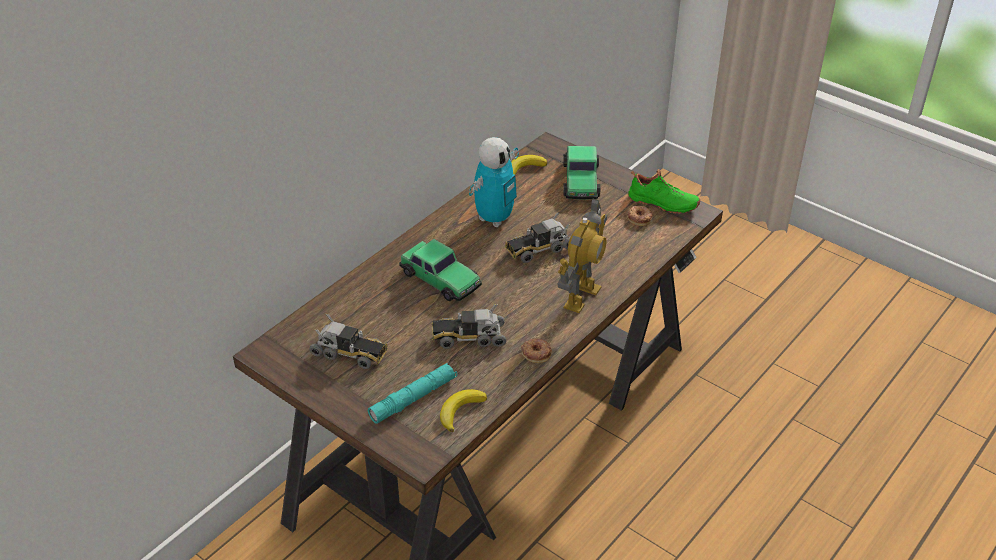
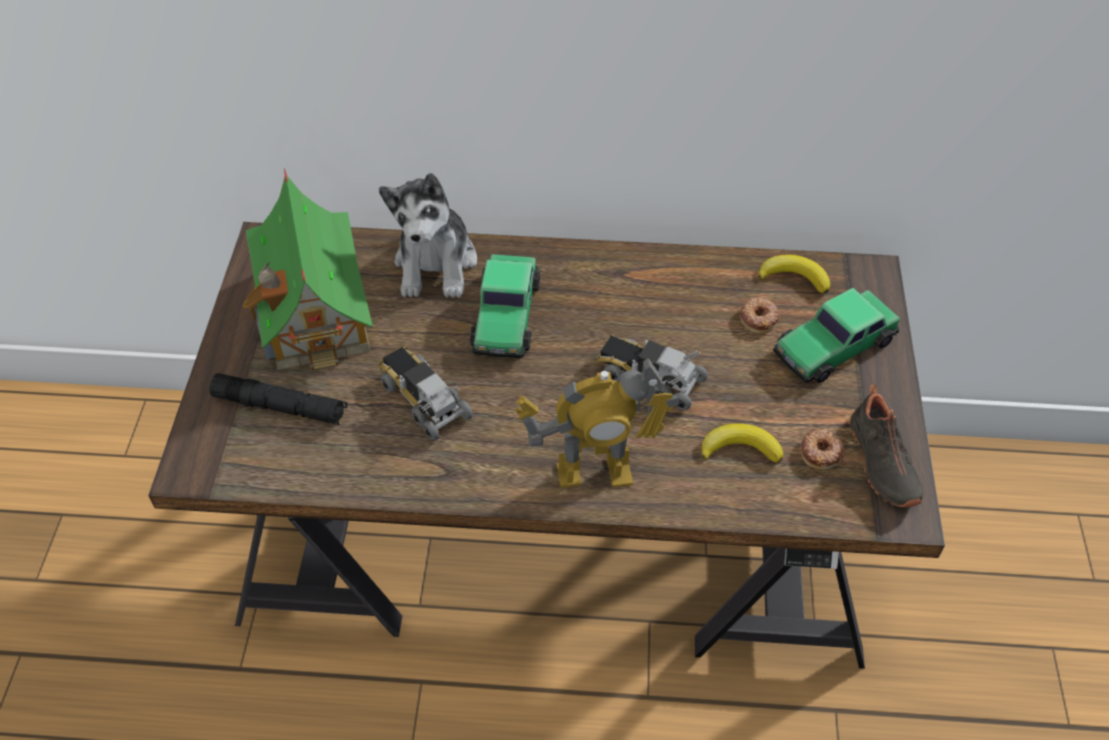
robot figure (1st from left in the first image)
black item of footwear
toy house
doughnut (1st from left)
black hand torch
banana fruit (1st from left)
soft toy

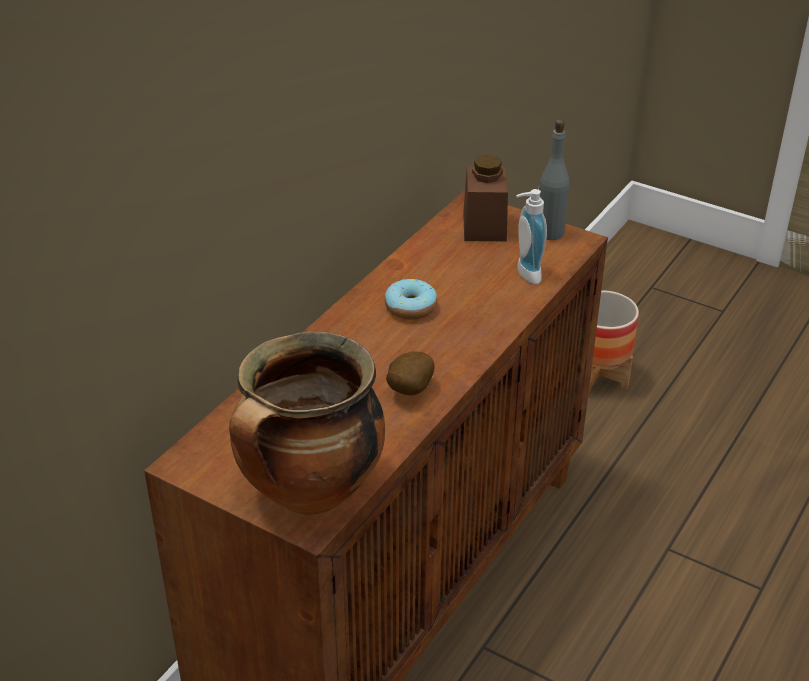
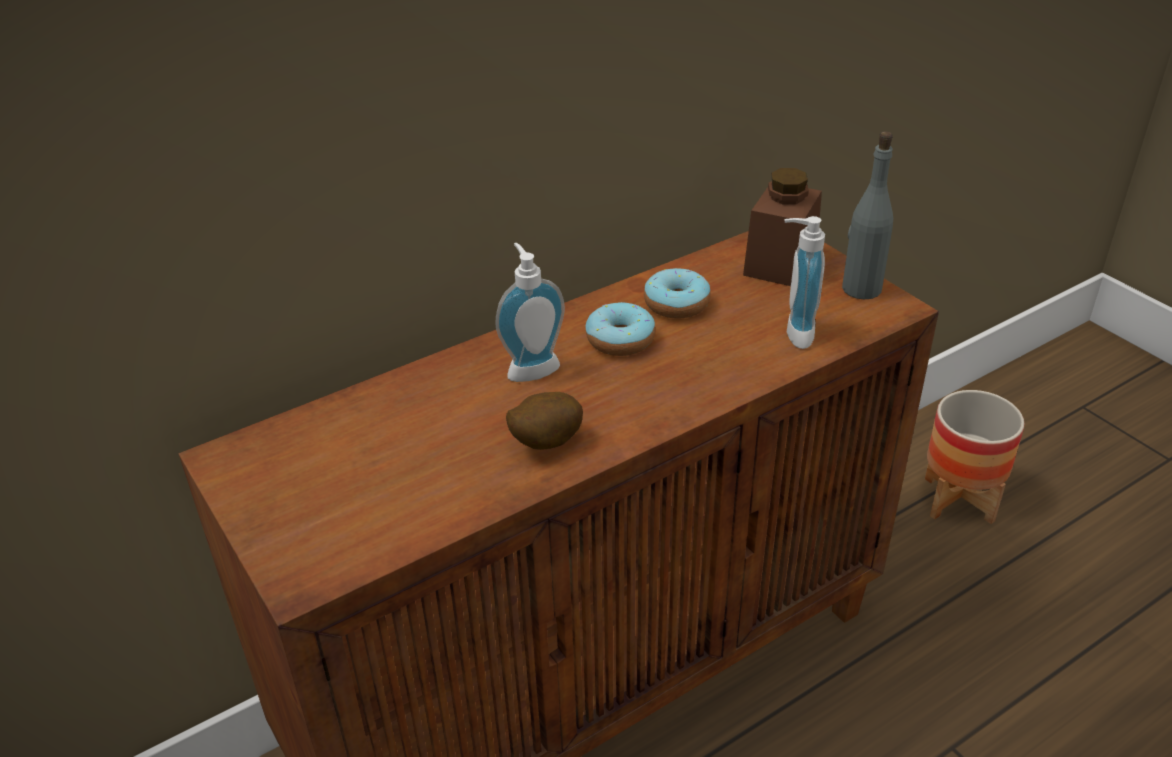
cooking pot
liquid soap bottle (1st from left)
doughnut (2nd from left)

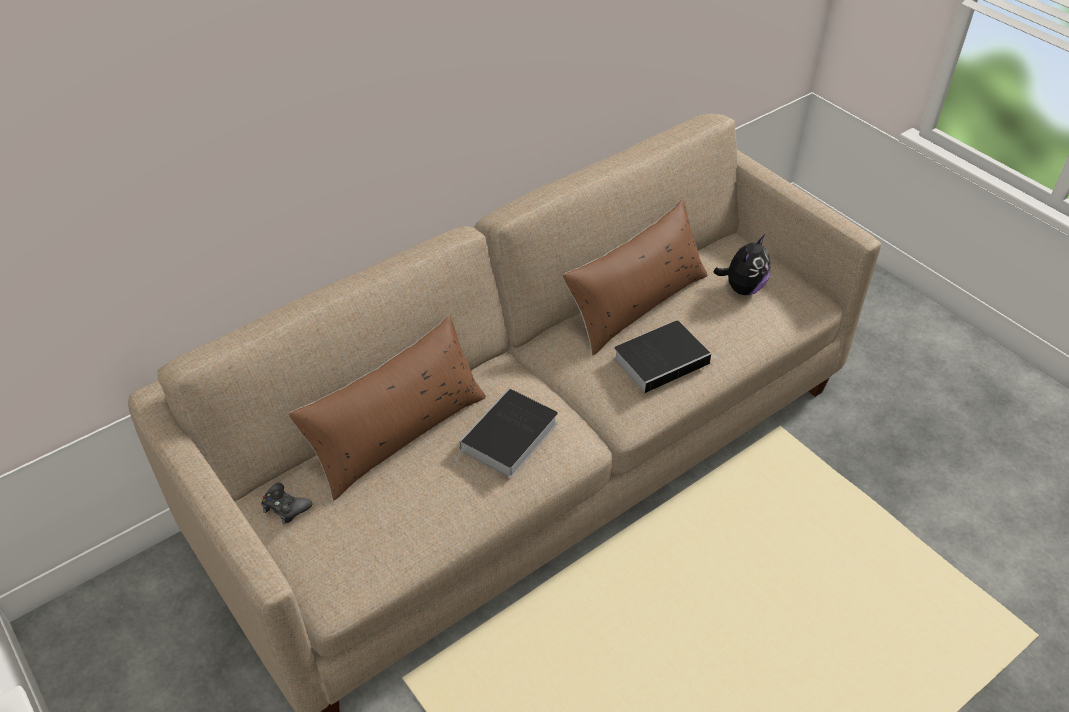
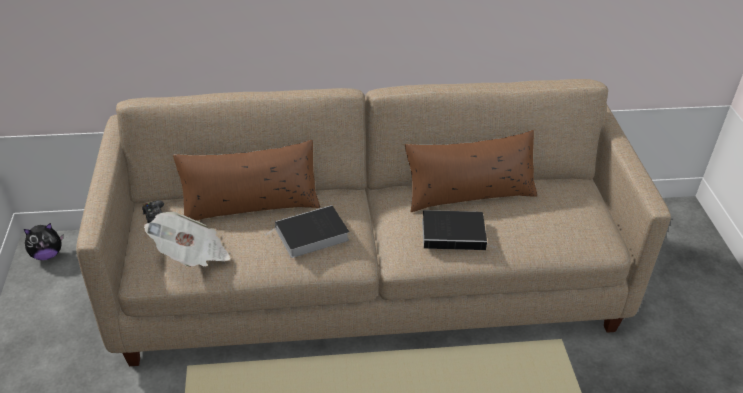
soft toy
daily paper

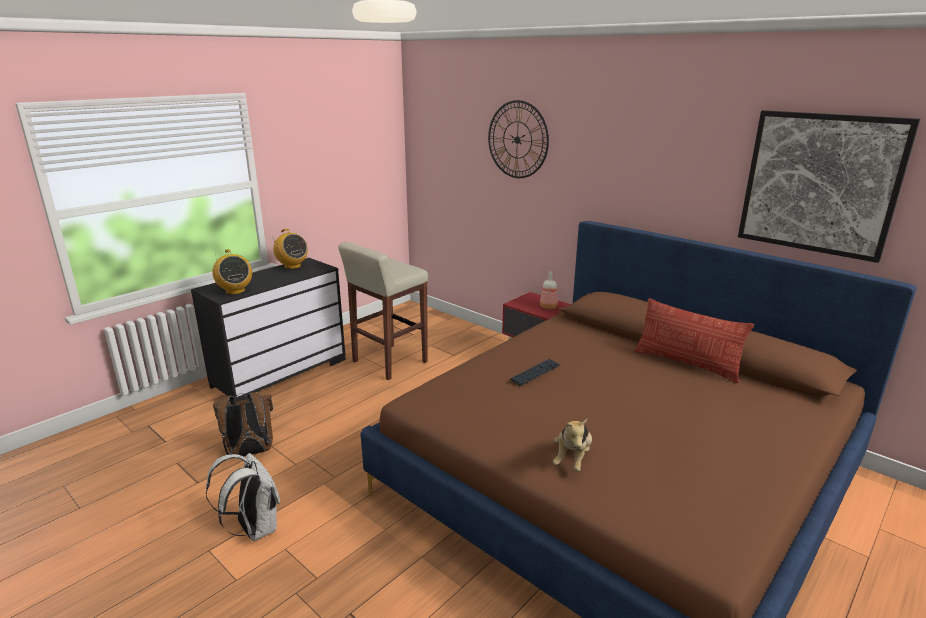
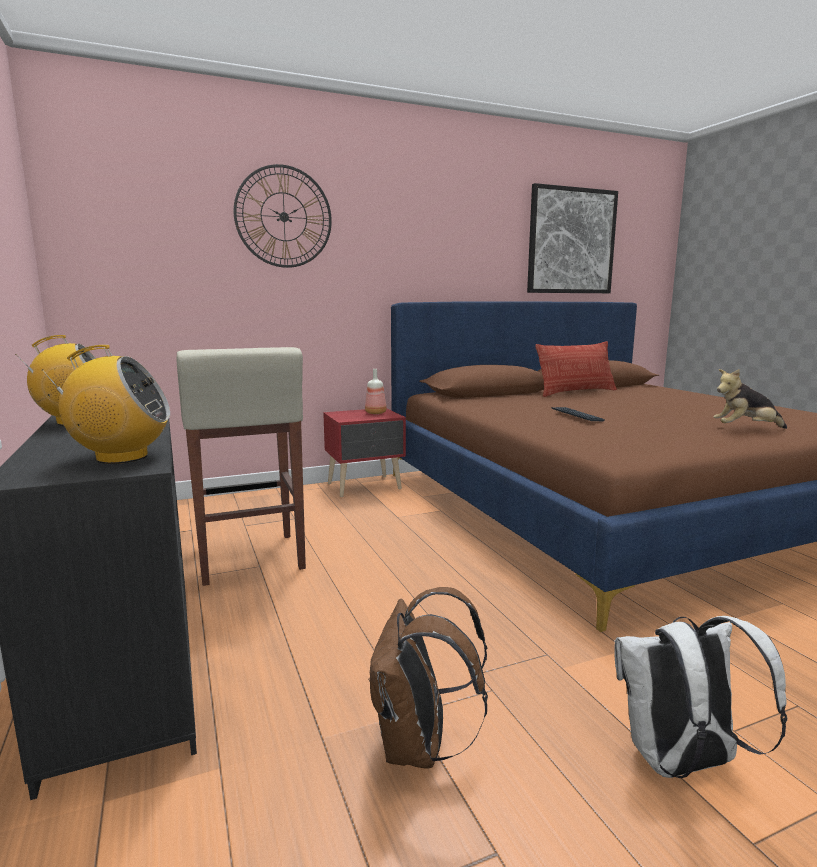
soft toy

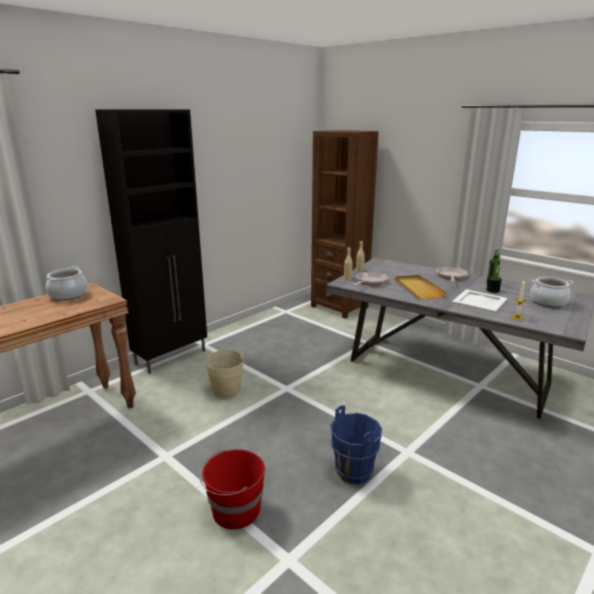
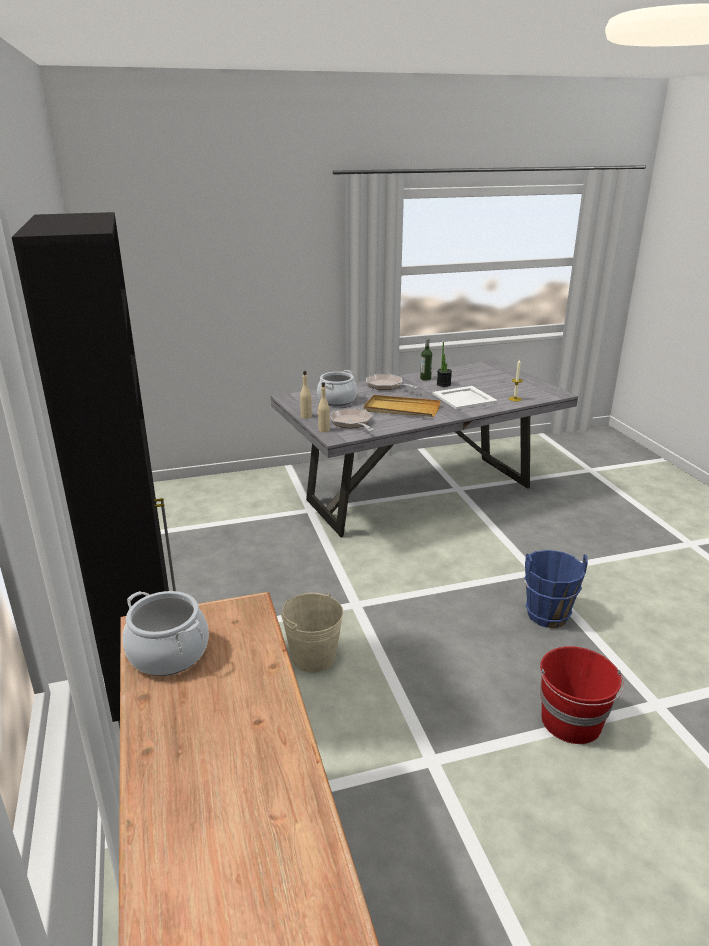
brown shelving unit
cooking pot (2nd from left)

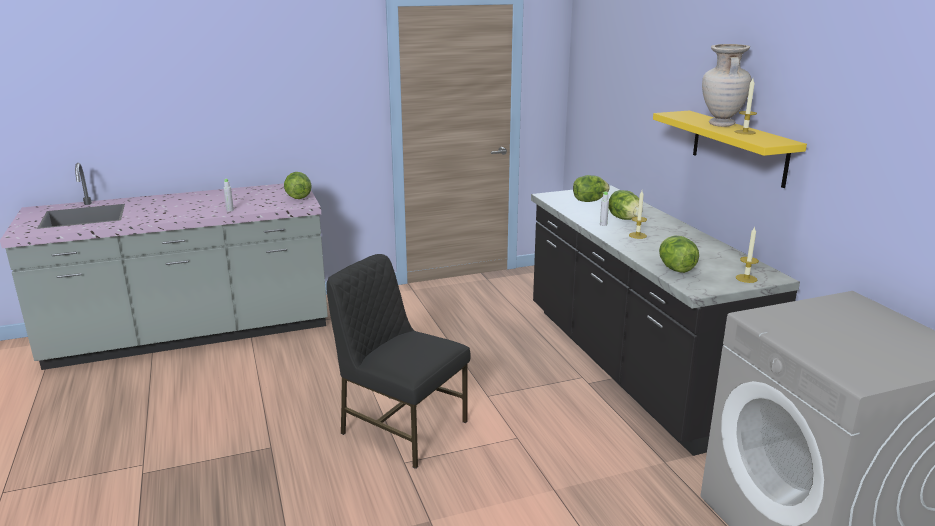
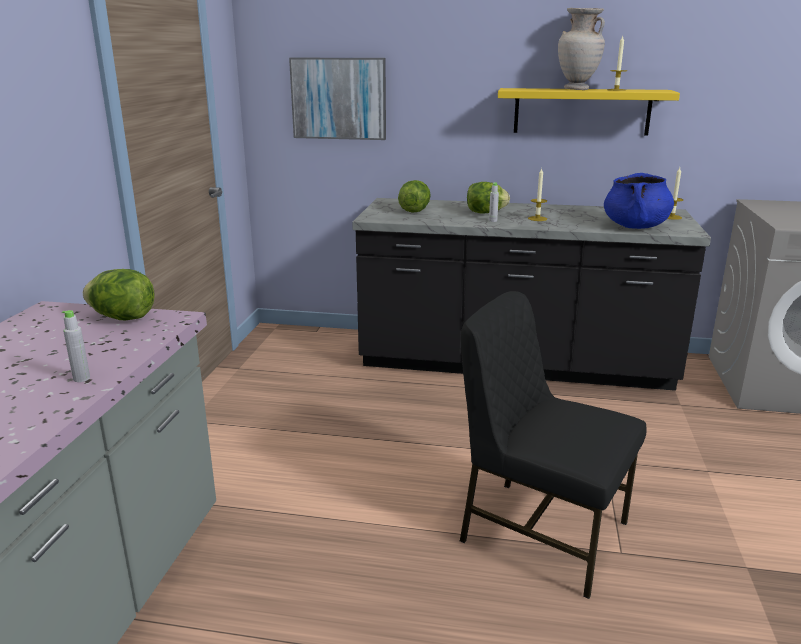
blue cooking pot
black chair
wall picture

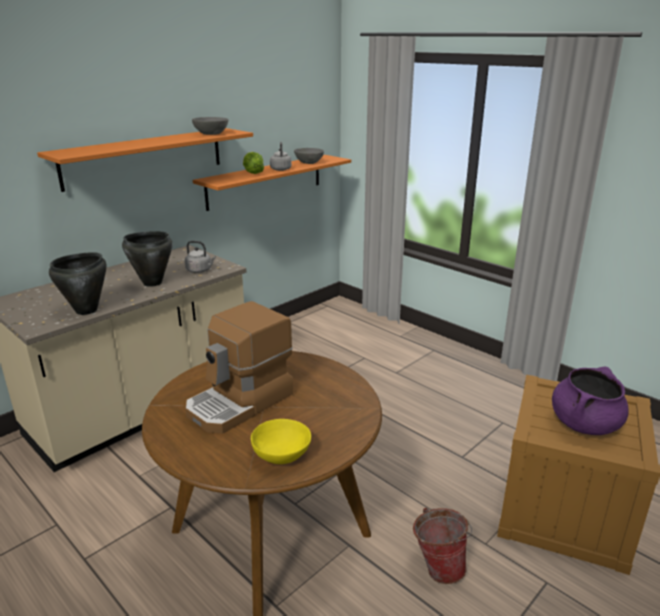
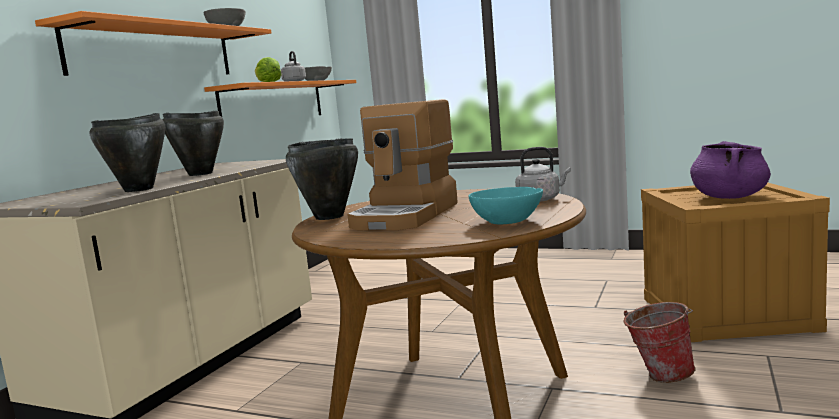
gray kettle (2nd from left)
turquoise deep dish
black cooking pot (3rd from left)

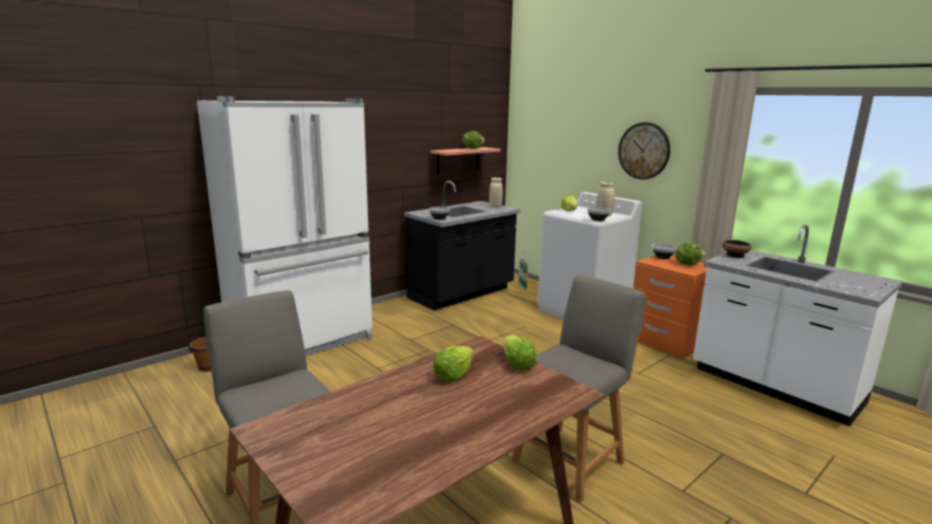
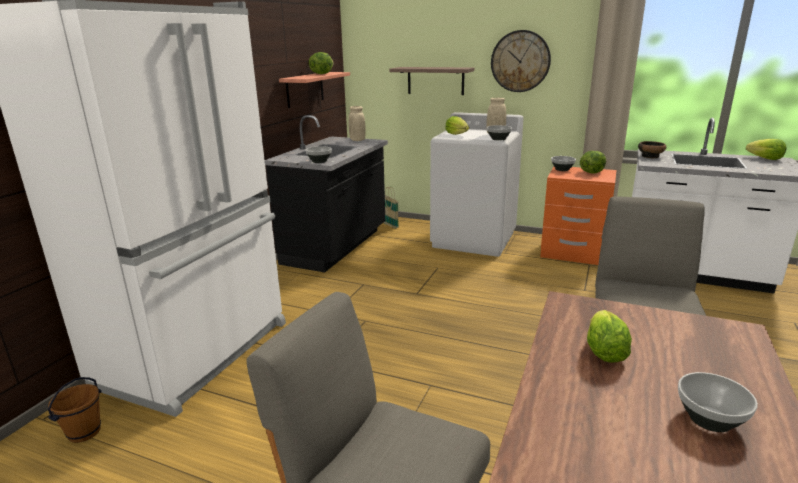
lettuce head (5th from left)
wall shelf (2nd from left)
deep dish (5th from left)

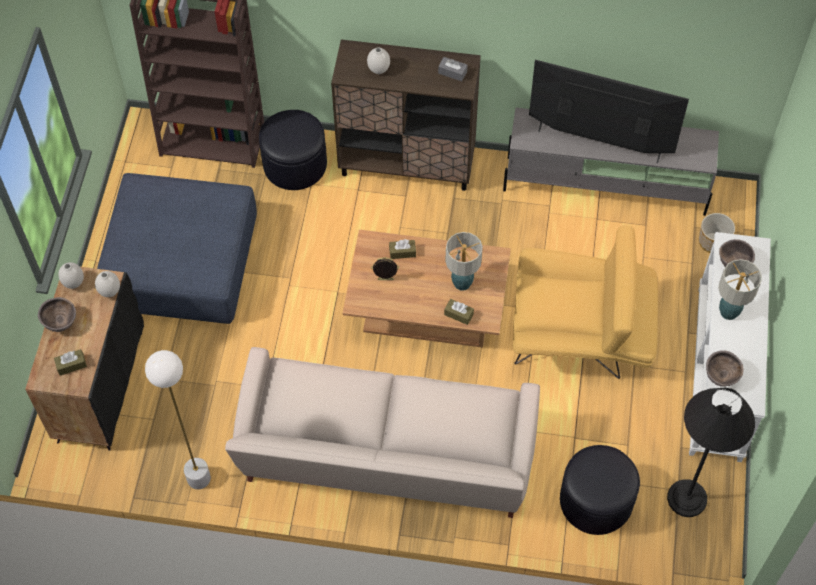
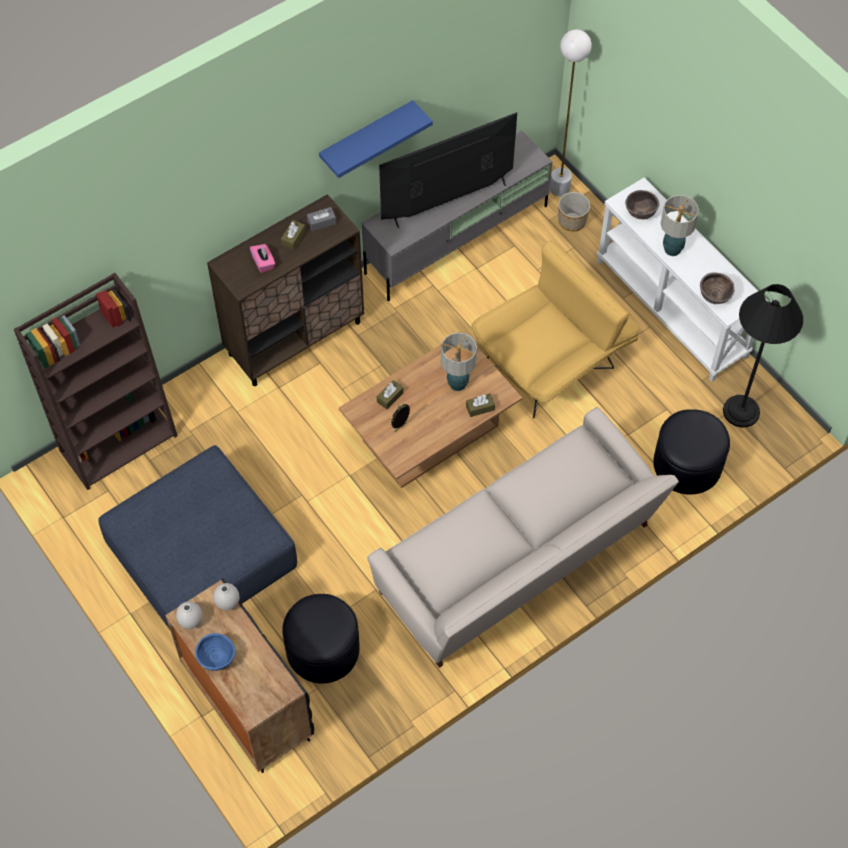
pink box of tissues
black pouffe (1st from left)
blue deep dish
brown box of tissues (1st from left)
white-coloured standard lamp
blue wall shelf

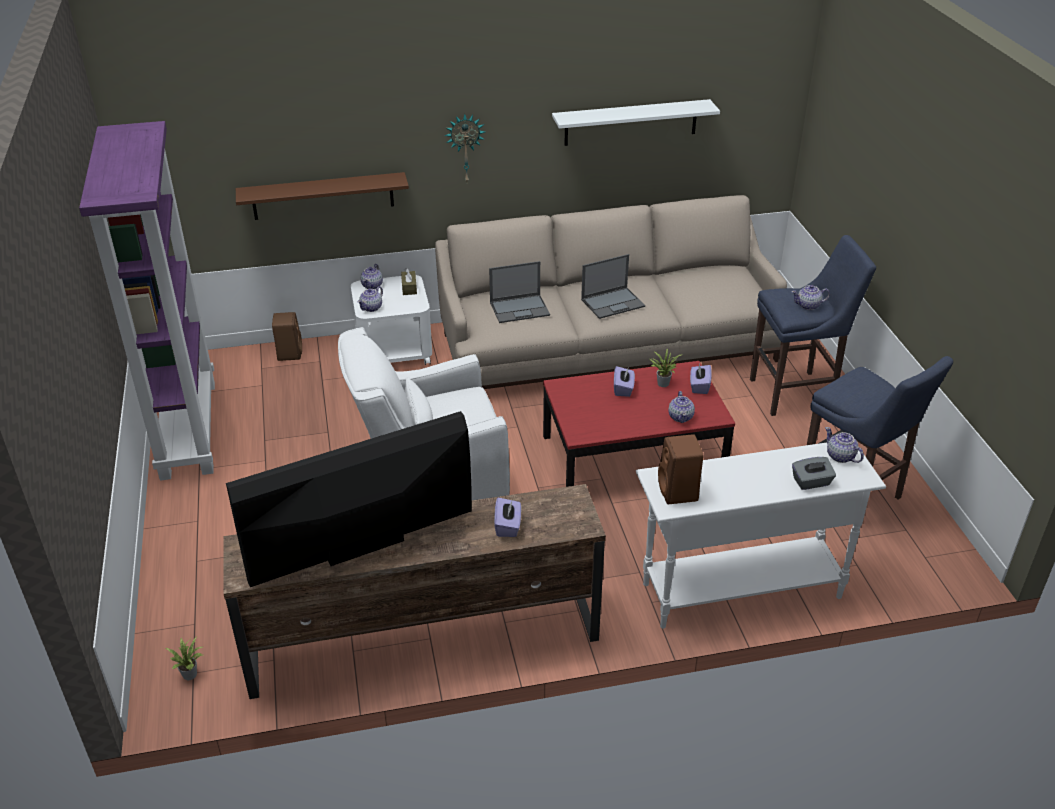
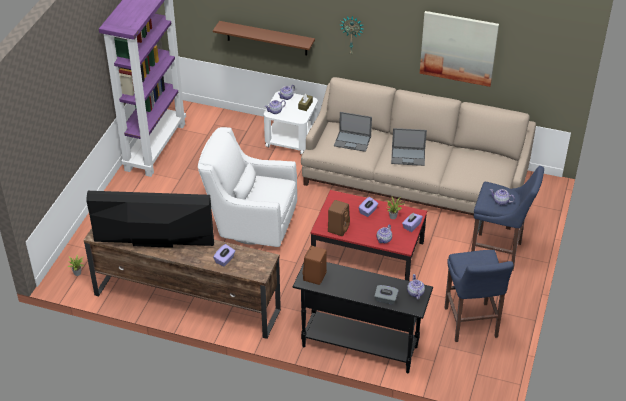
wall picture
brown speaker (2nd from left)
black narrow table

